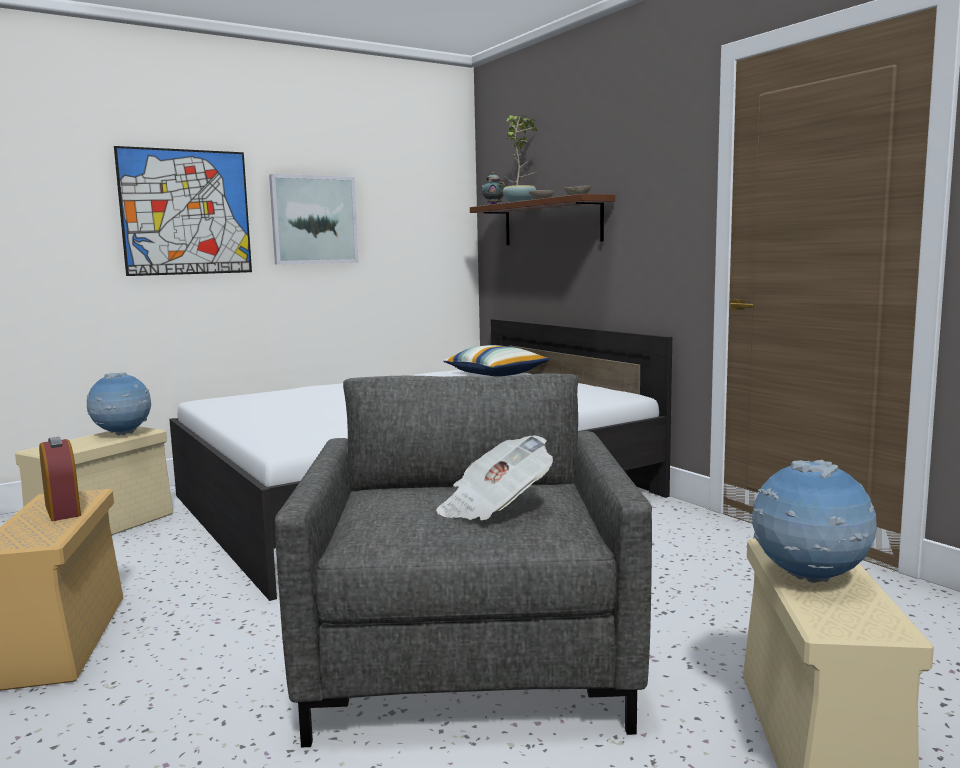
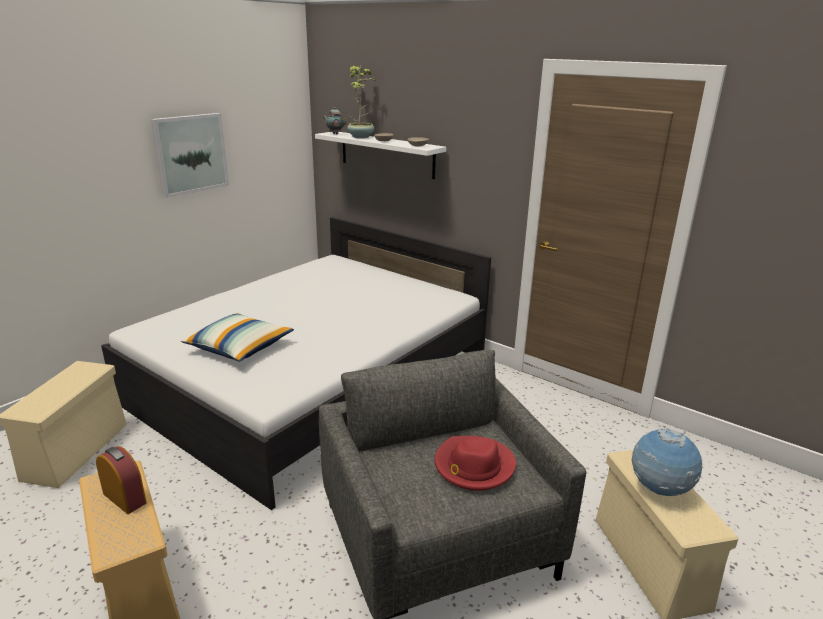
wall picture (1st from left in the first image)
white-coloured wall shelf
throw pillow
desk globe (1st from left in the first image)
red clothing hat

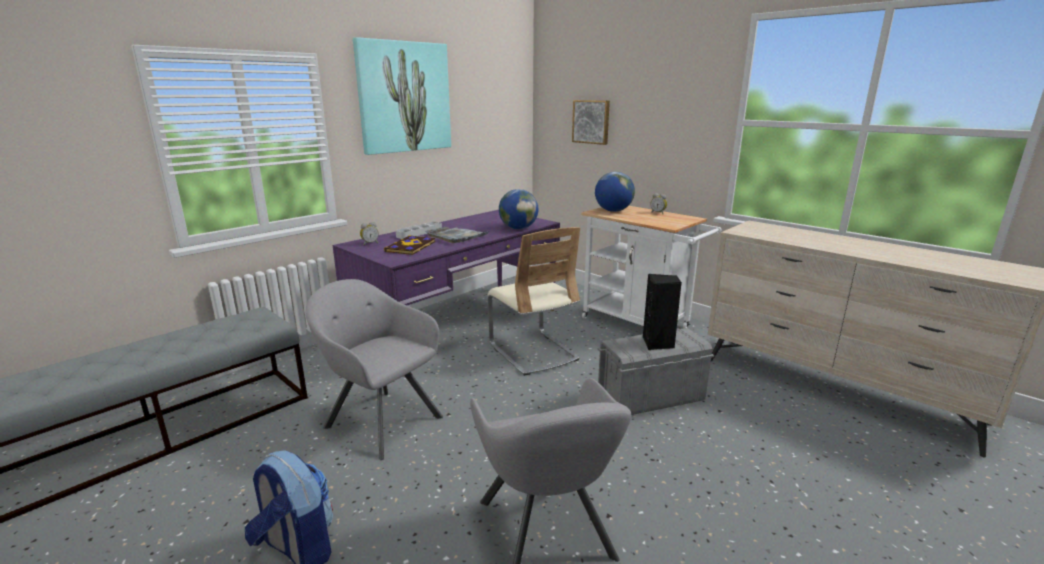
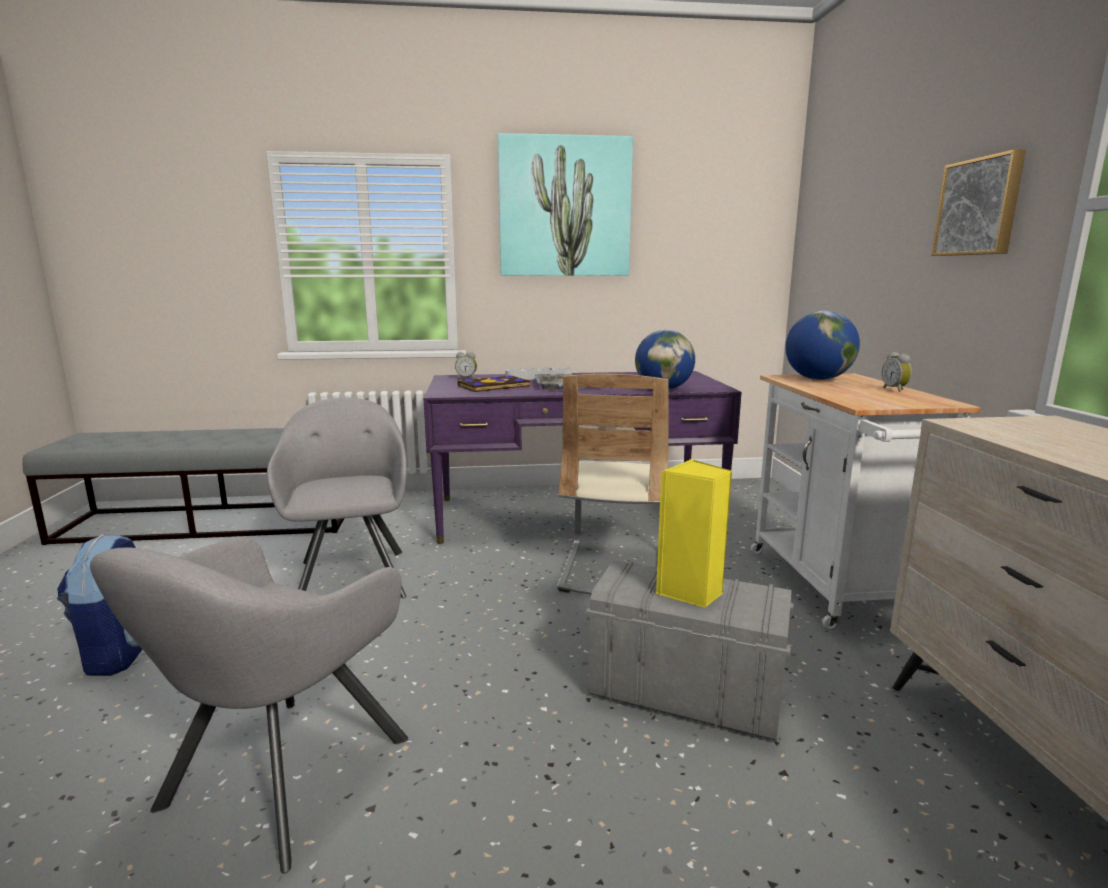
wall picture (2nd from left)
yellowish speaker

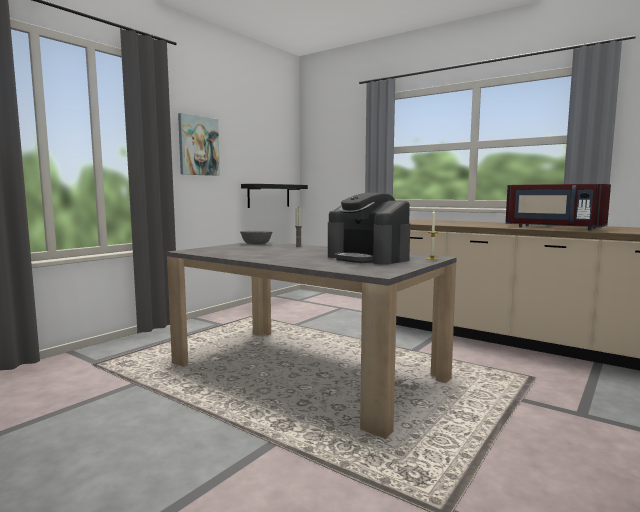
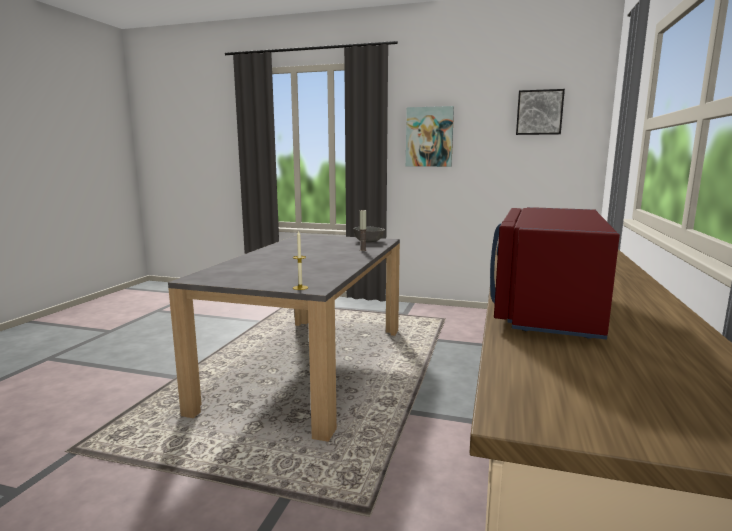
black wall shelf
coffee brewer
wall picture (2nd from left)

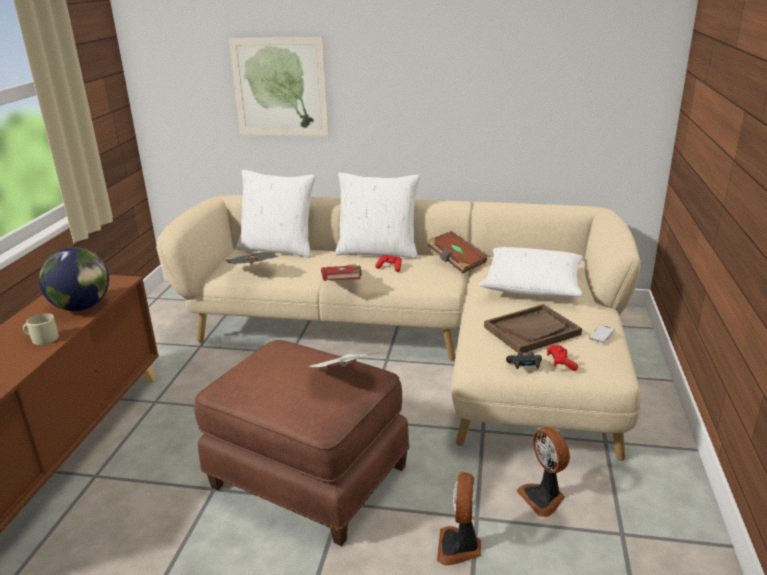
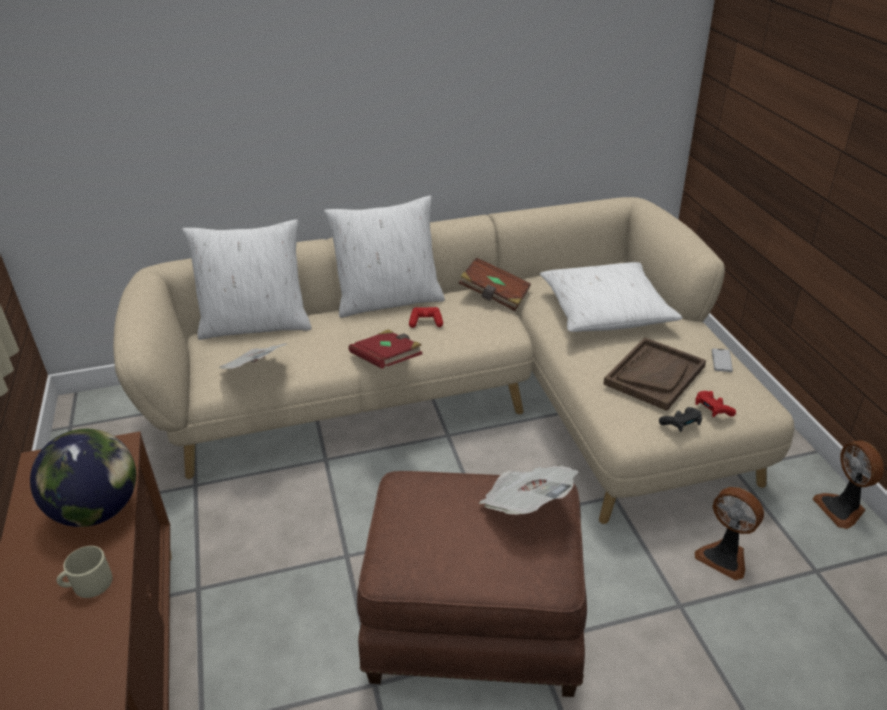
wall picture
fan (2nd from left)

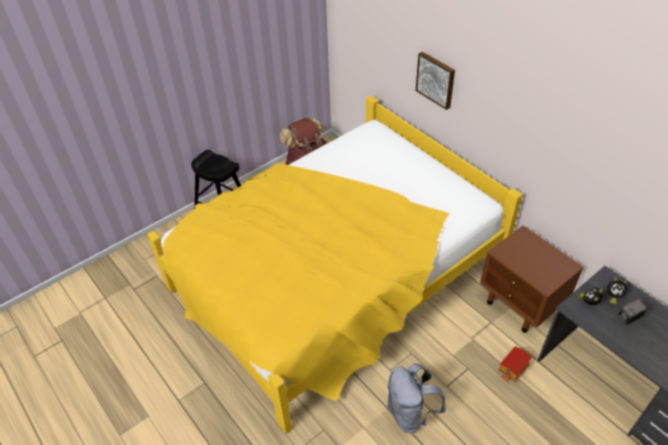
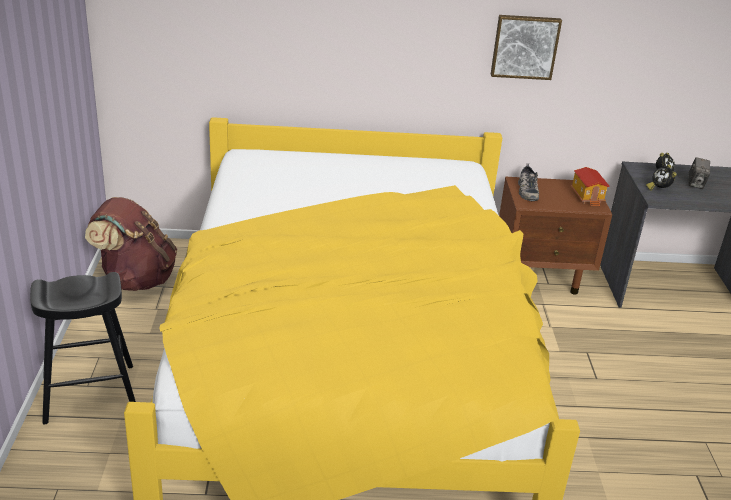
wall picture
toy house
gray knapsack
item of footwear

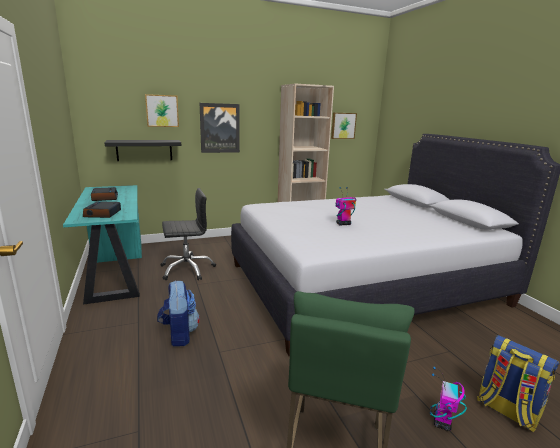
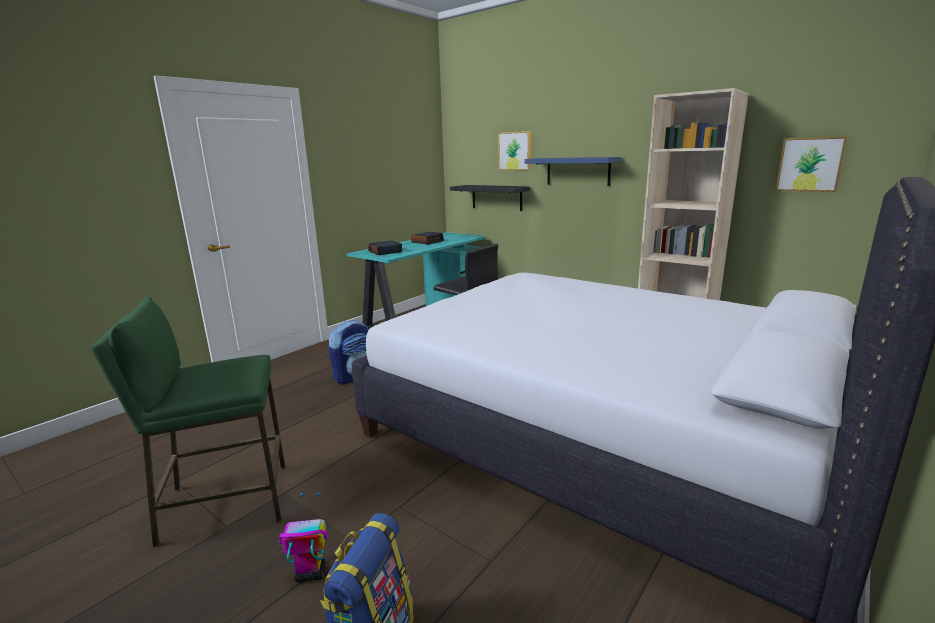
blue wall shelf
robot figure (1st from left in the first image)

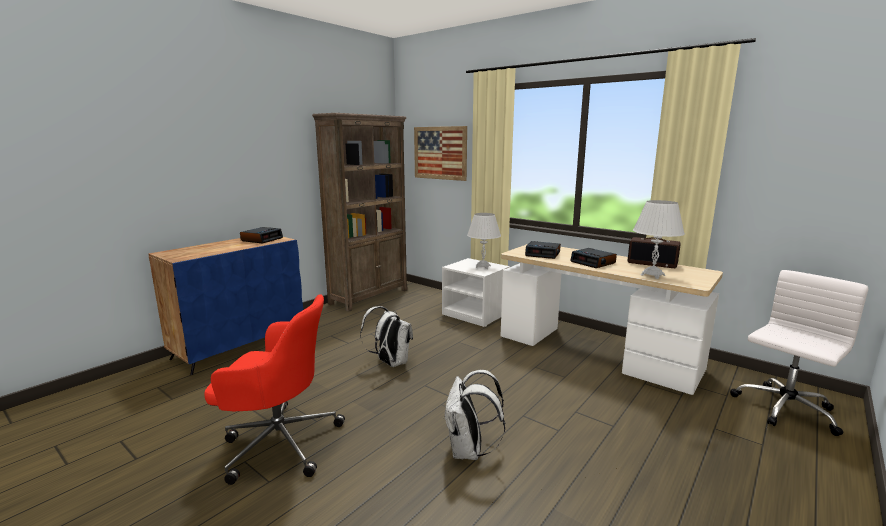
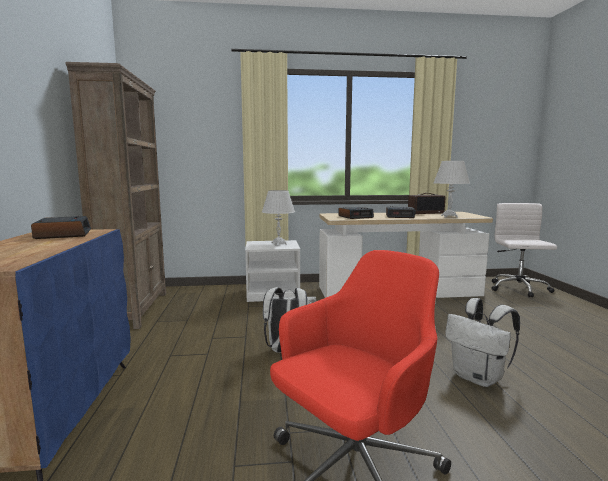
wall picture

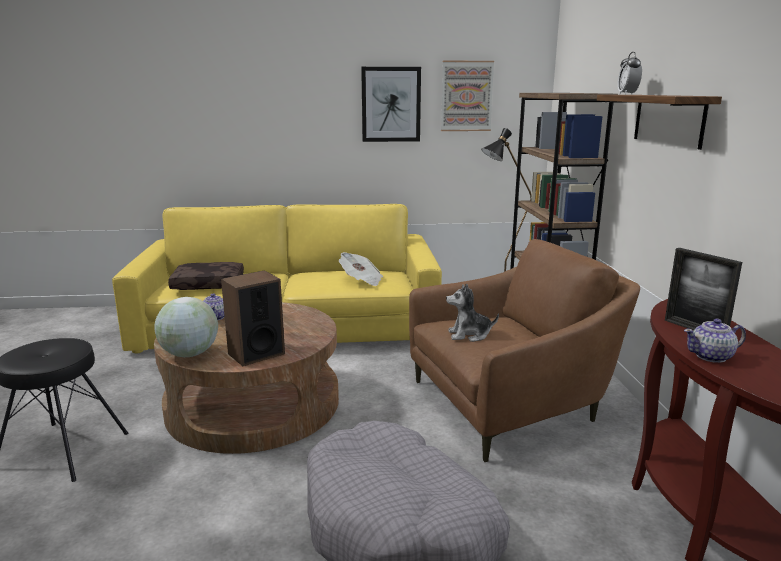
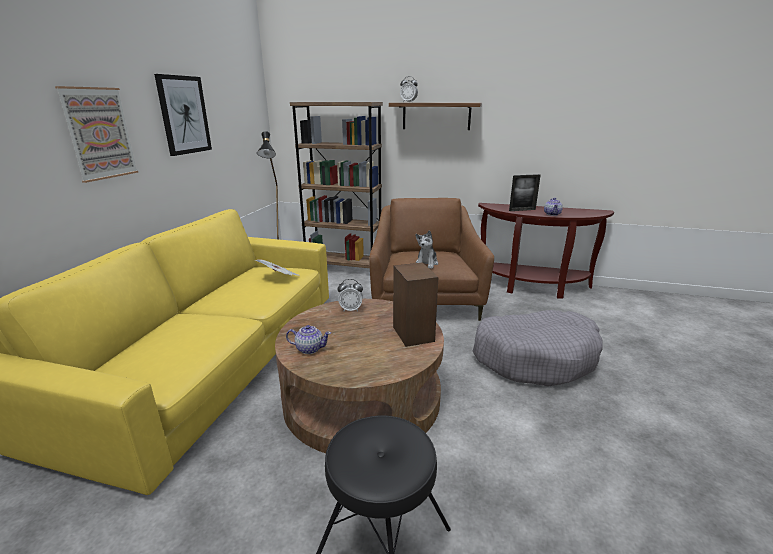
wall picture (1st from left)
brown throw pillow
desk globe
table clock (1st from left)

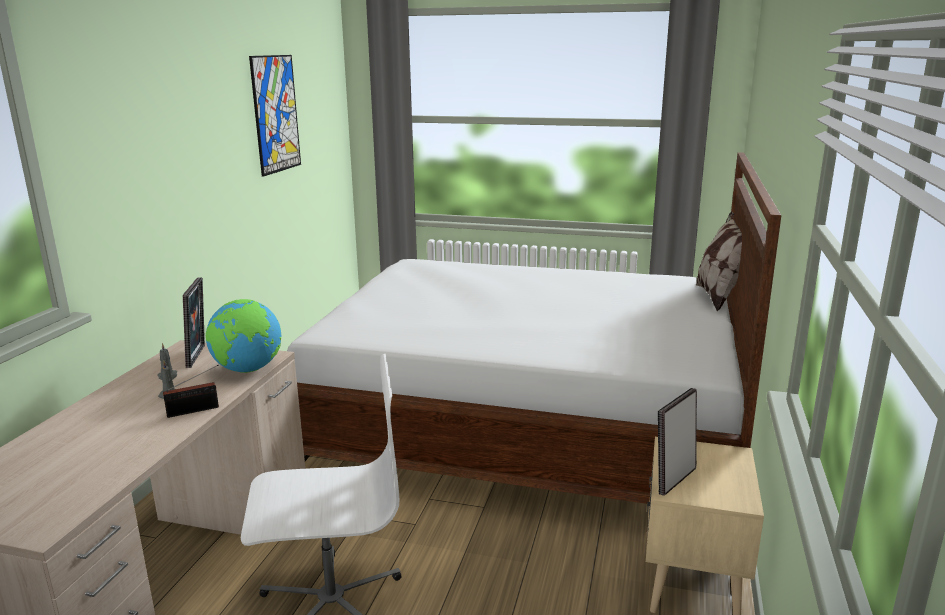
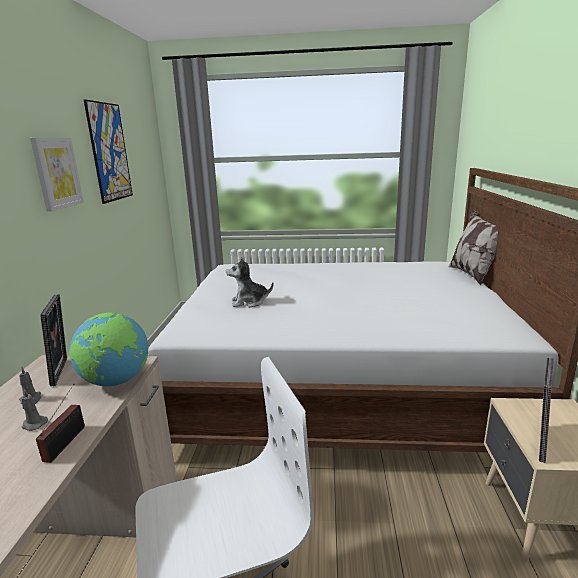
radio receiver
wall picture (1st from left)
soft toy

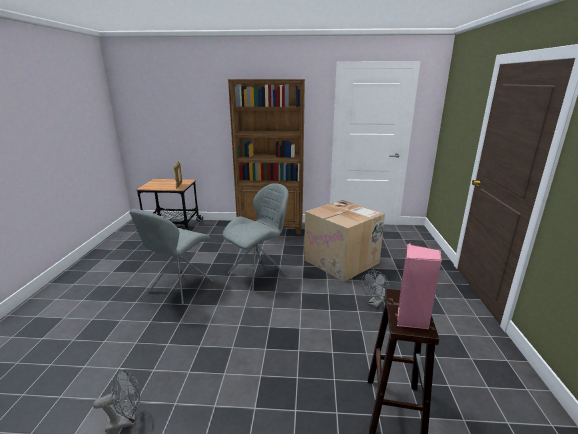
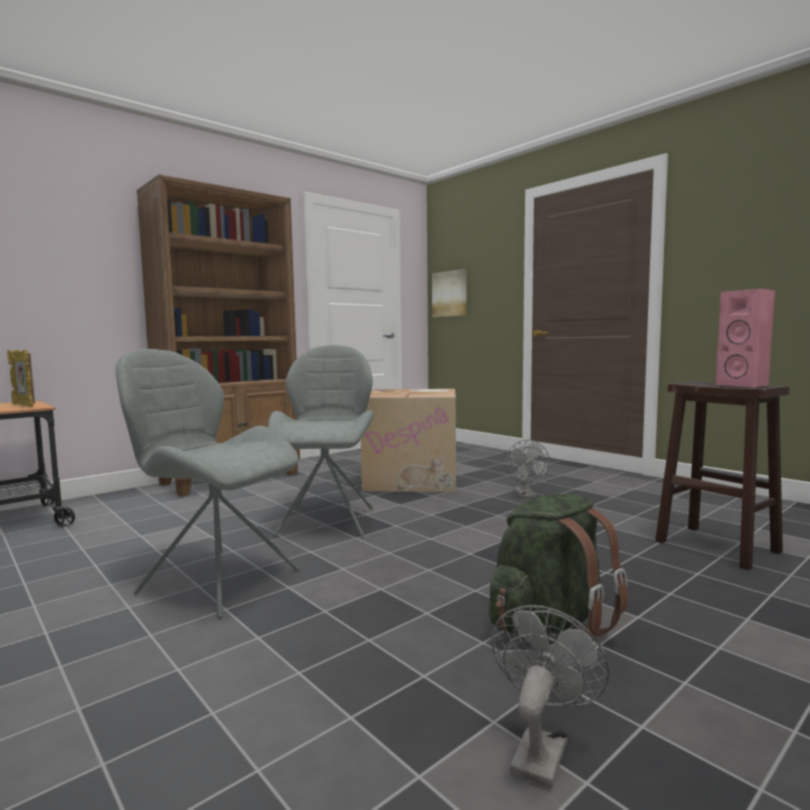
gray chair (1st from left)
wall picture
green knapsack

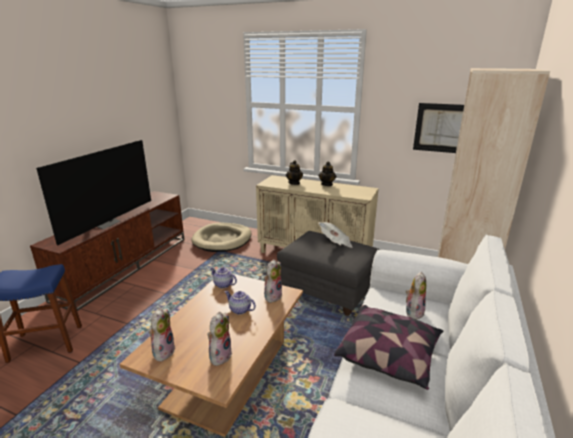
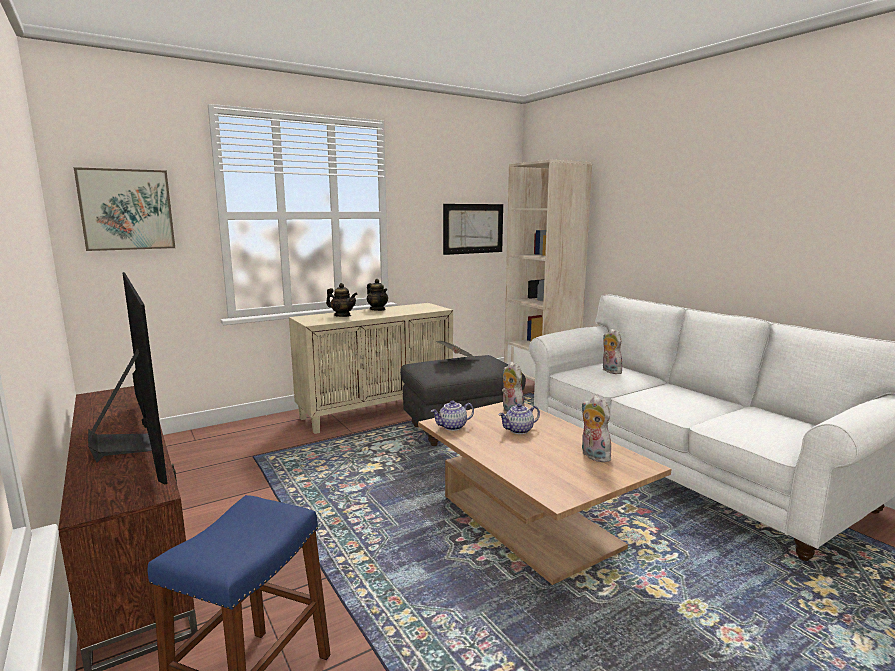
sand-coloured pet bed
throw pillow
soft toy (1st from left in the first image)
wall picture (1st from left)

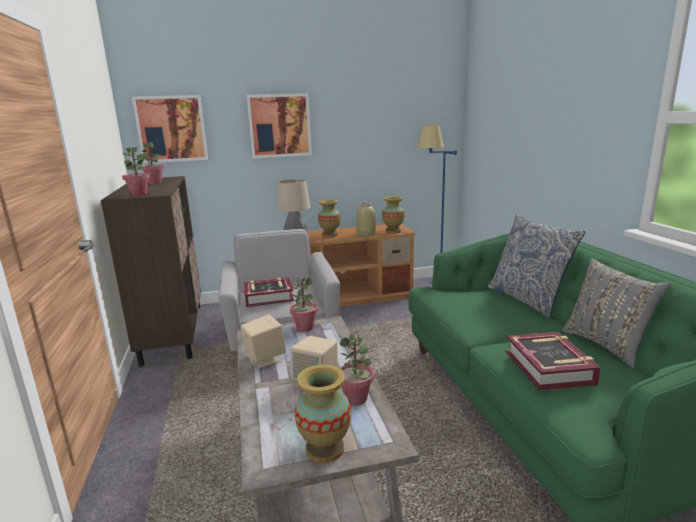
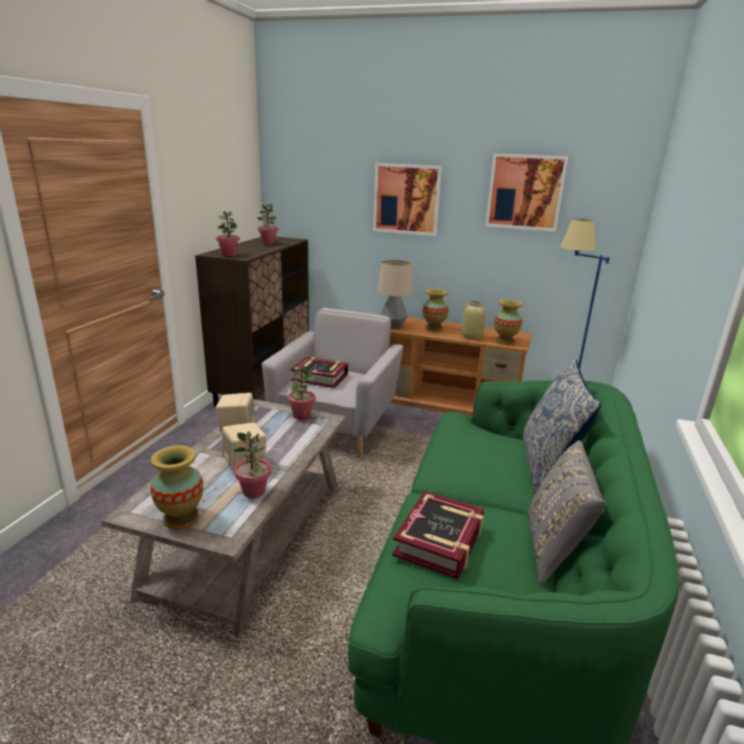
wall picture (2nd from left)

